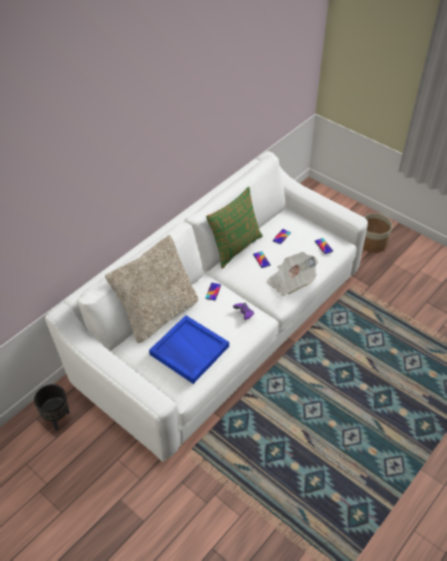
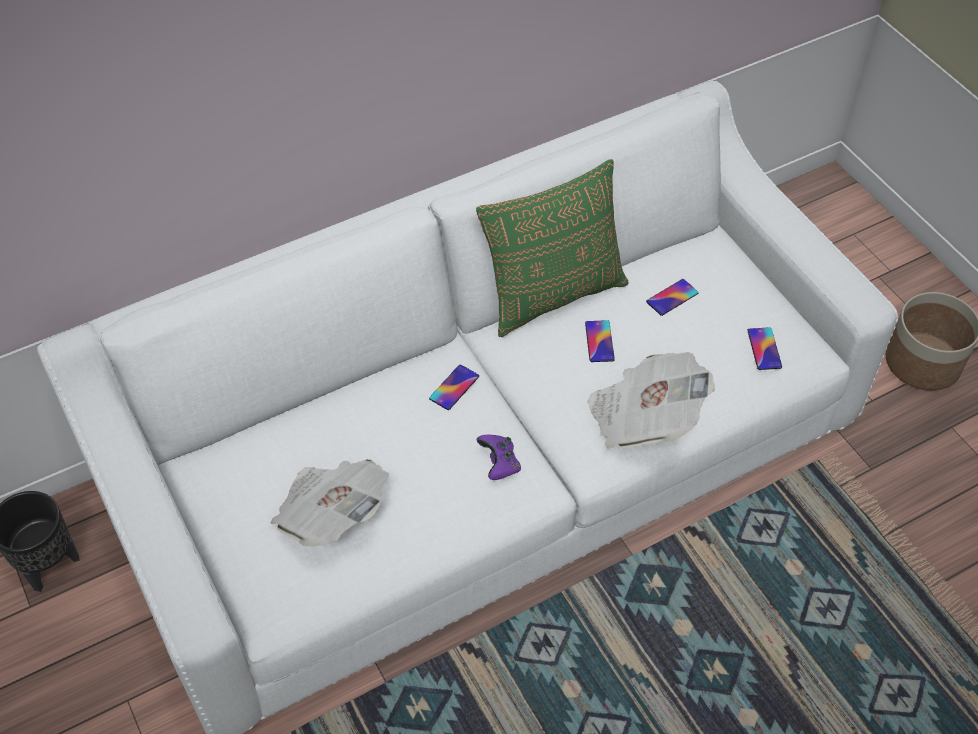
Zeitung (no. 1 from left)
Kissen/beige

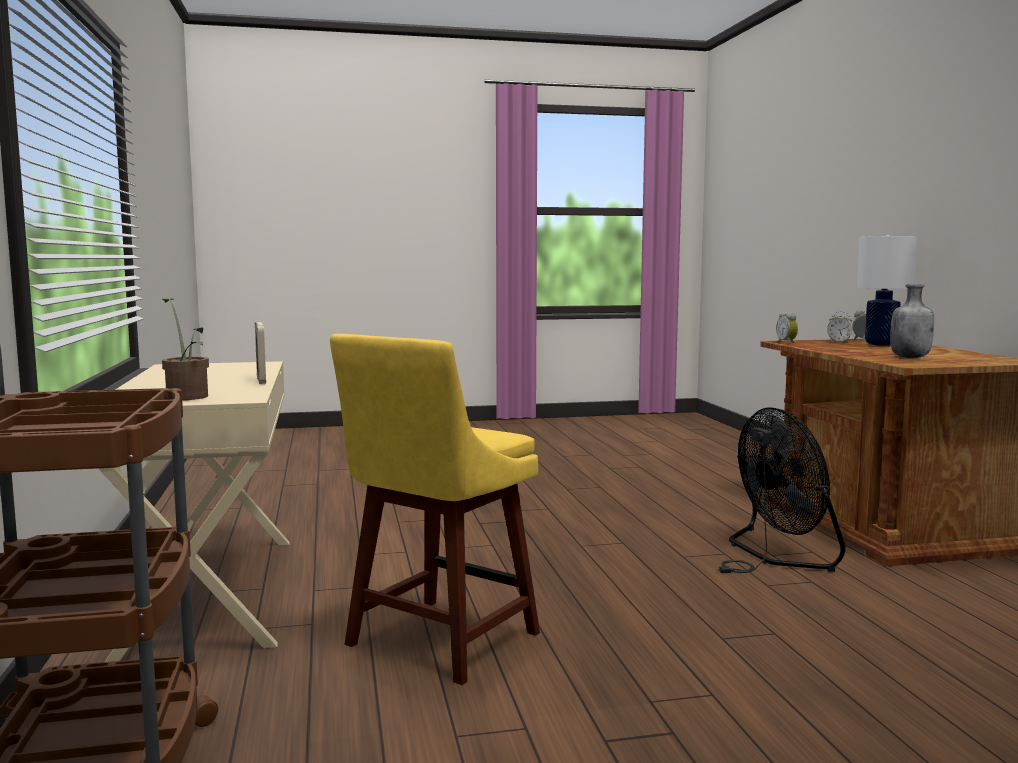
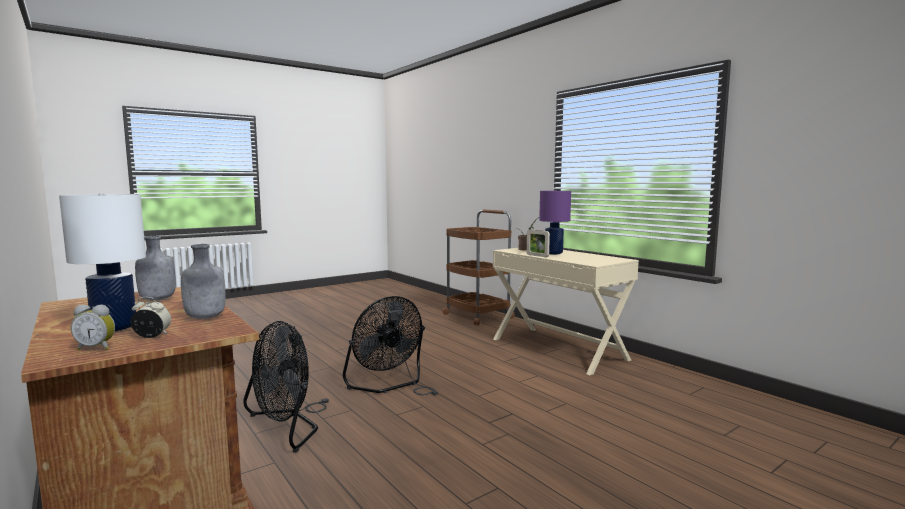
Flasche/grau (no. 2 from left)
Ventilator/schwarz (no. 2 from left)
Tischlampe/lila
Stuhl/gelb
Wecker (no. 1 from left in the first image)

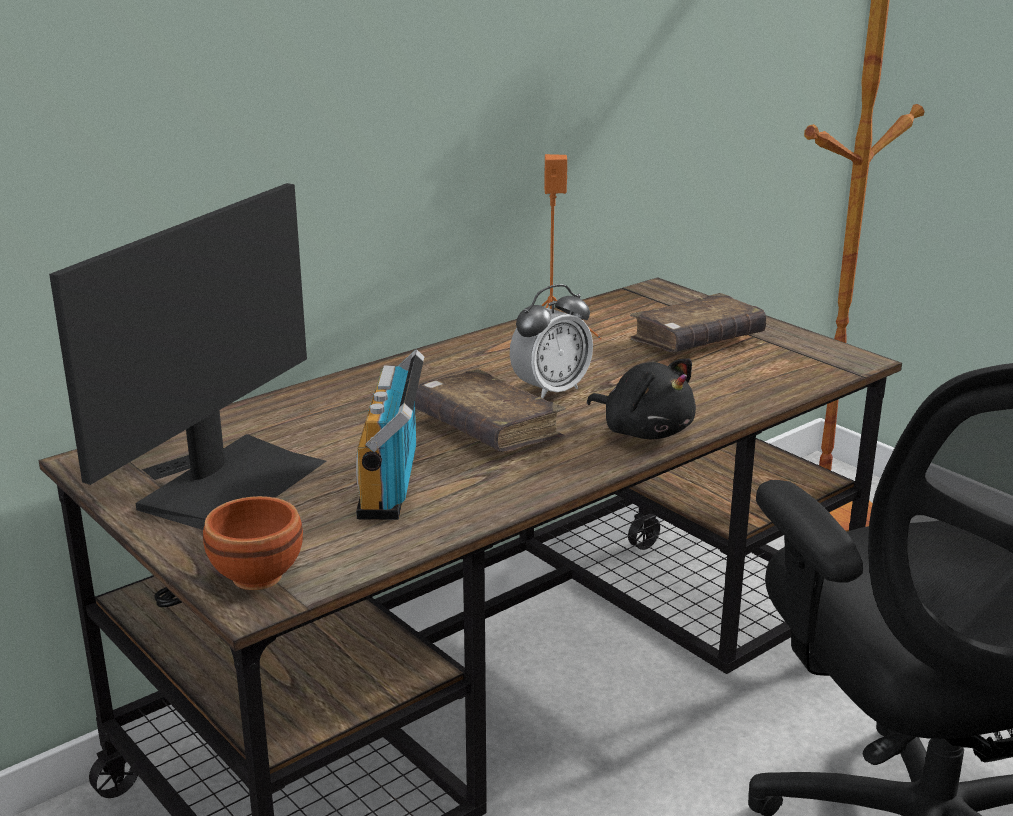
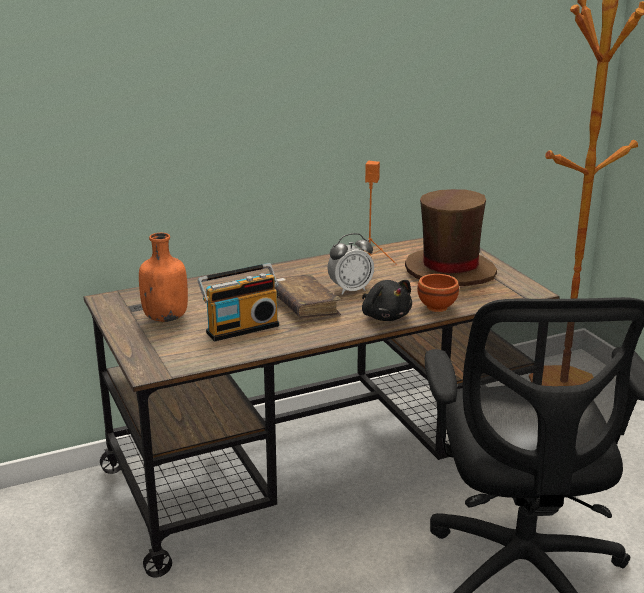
Flasche/orange
Radio
Hut/braun
Schüssel/braun

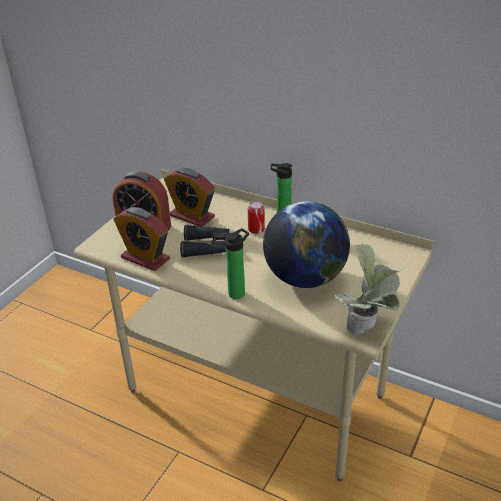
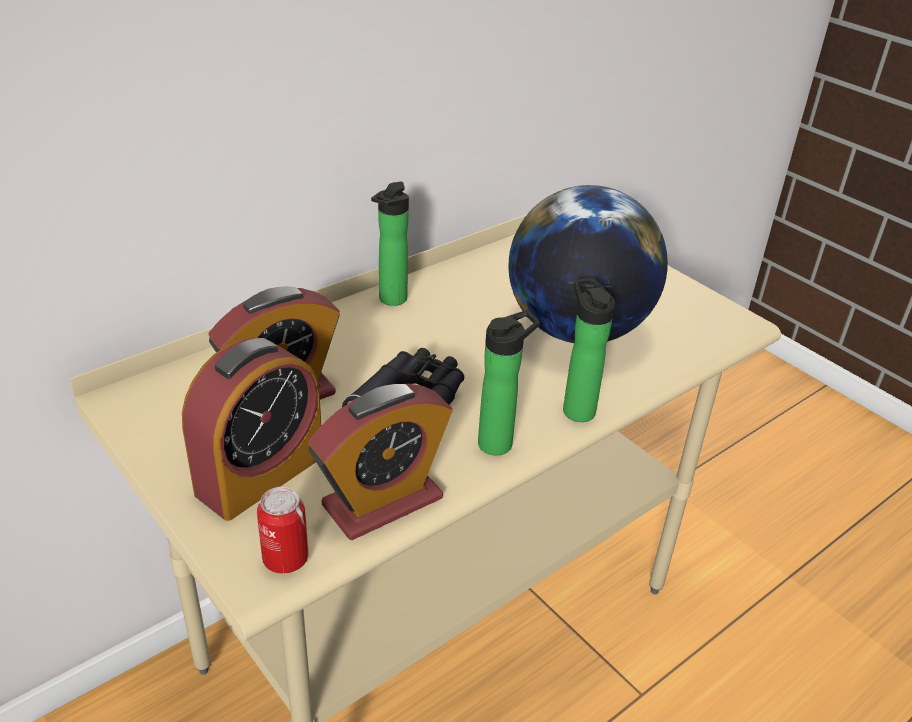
Dose
Flasche (no. 2 from left)
Topfpflanze

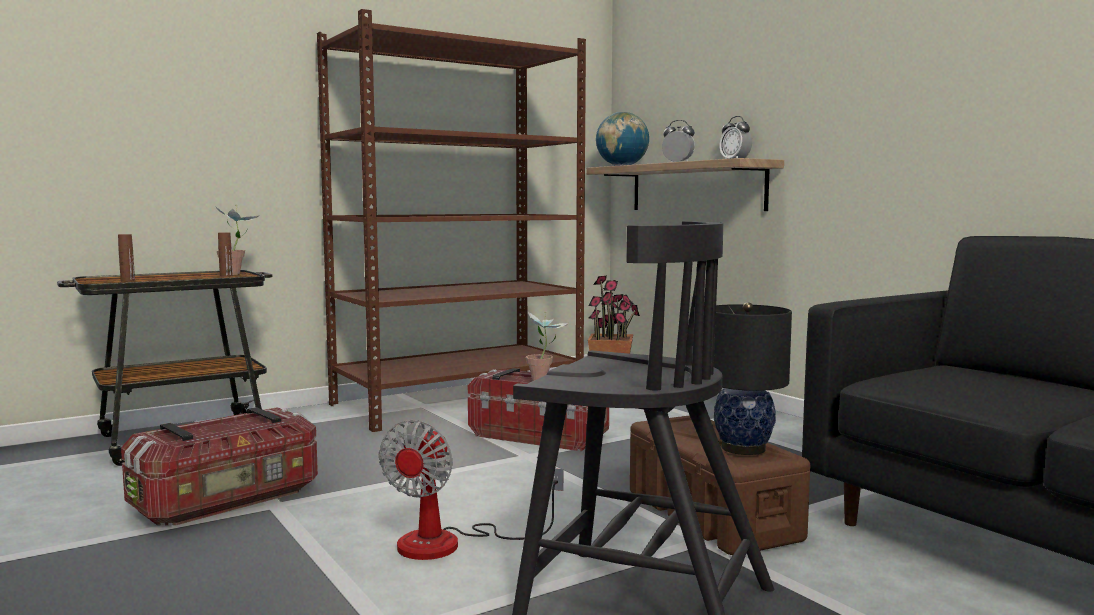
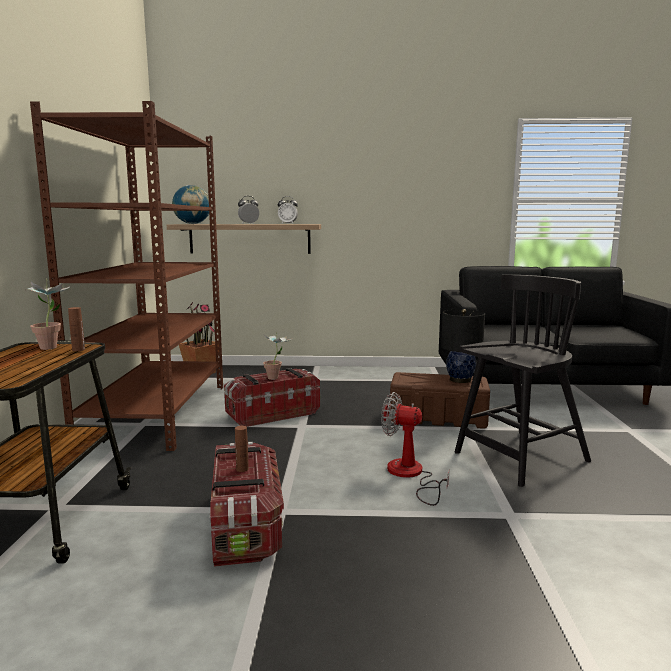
Flasche/braun (no. 2 from left)
Ventilator

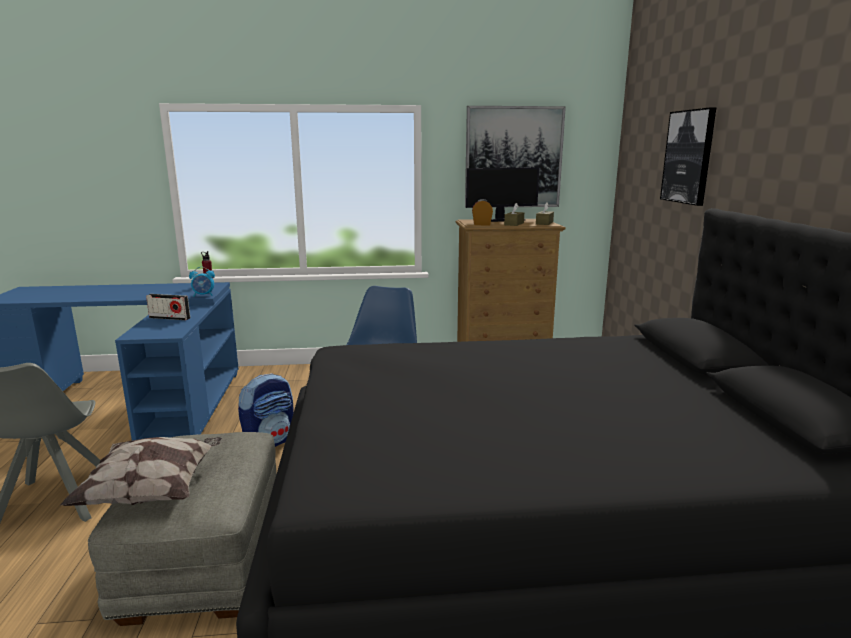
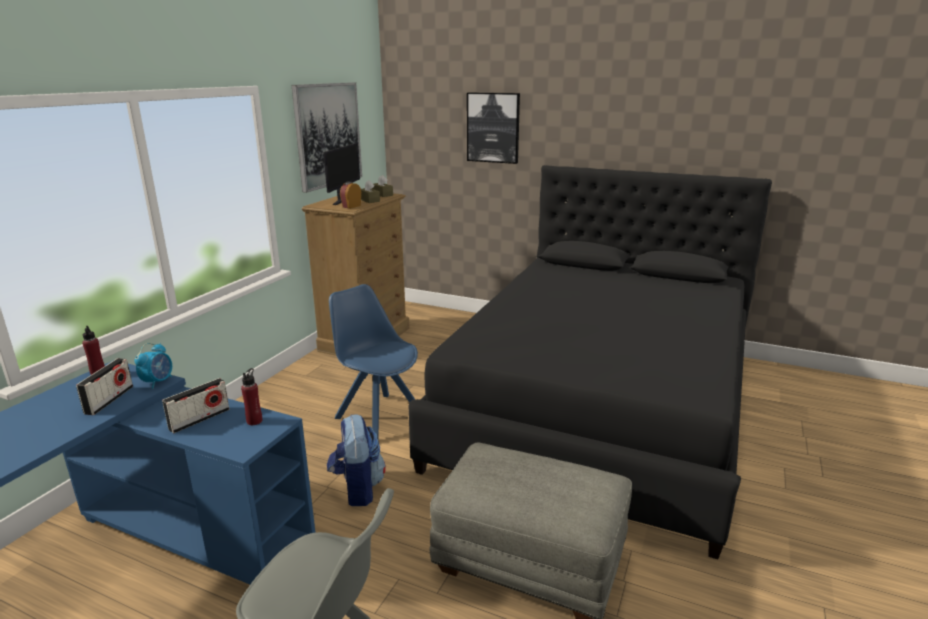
Radio (no. 1 from left)
Flasche/rot (no. 2 from left)
Kissen

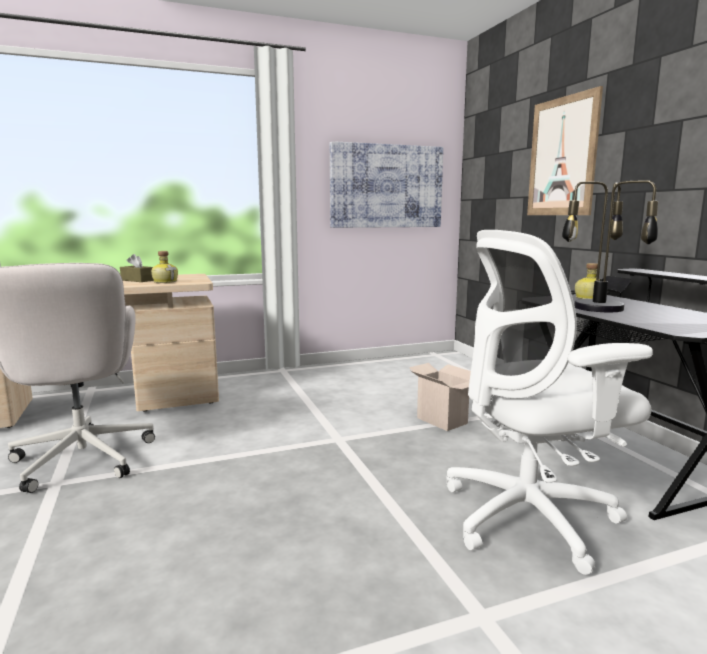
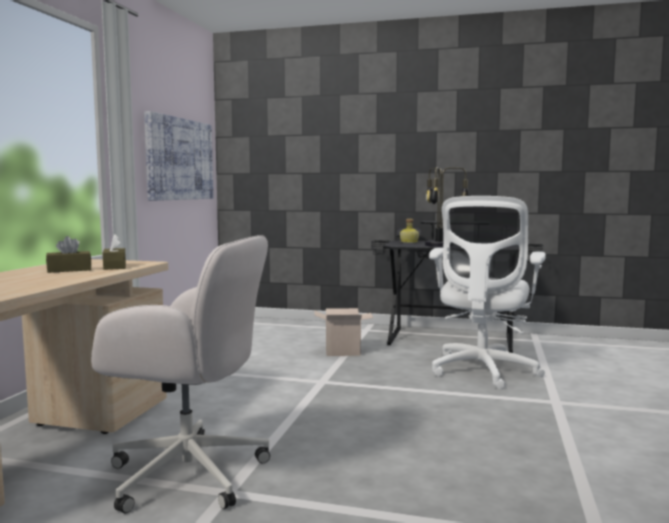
Taschentuchbox/braun (no. 2 from left)
Bild (no. 2 from left in the first image)

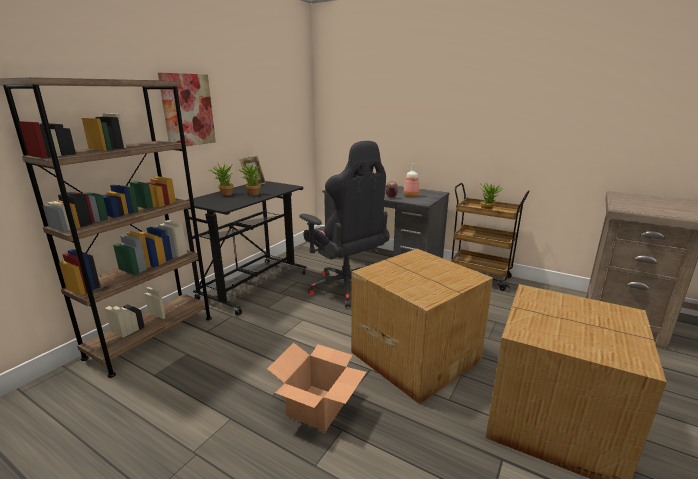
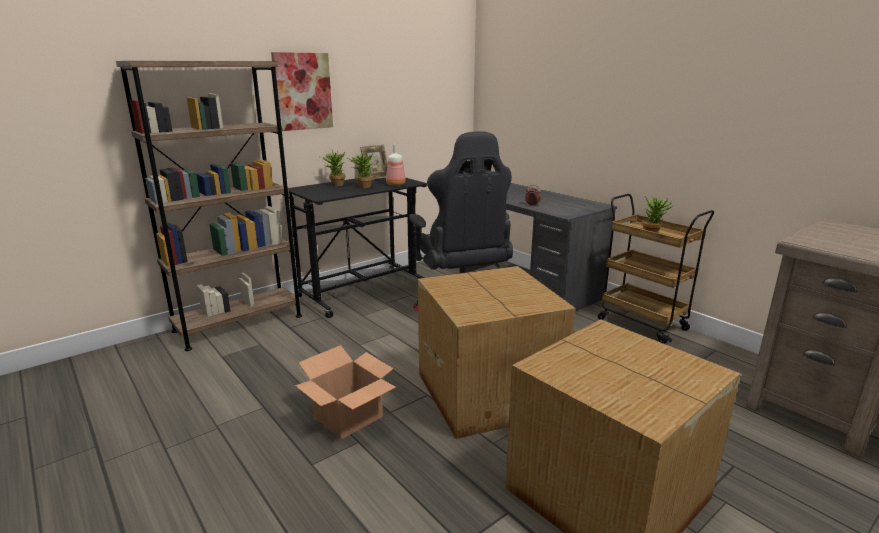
Flasche

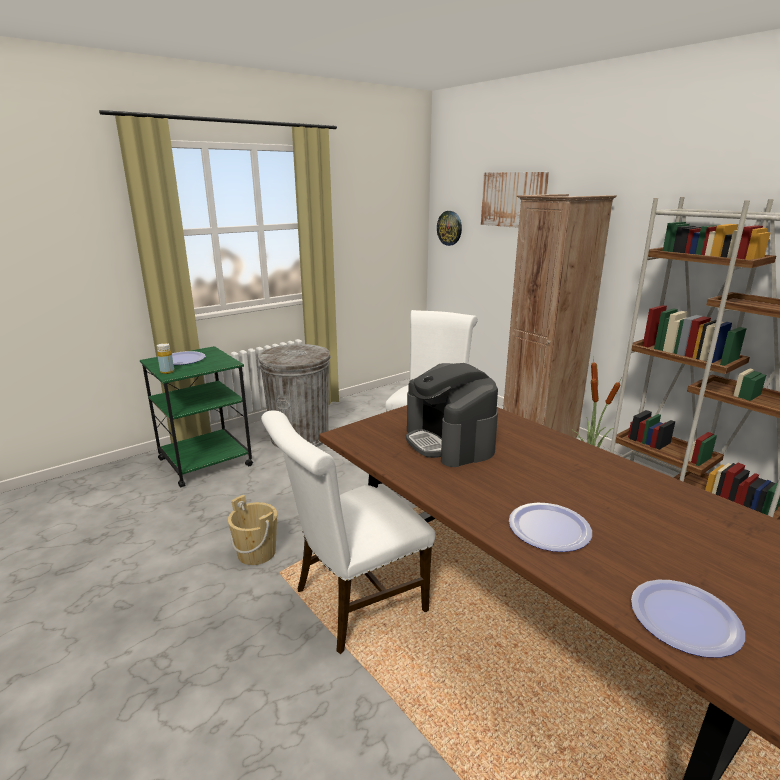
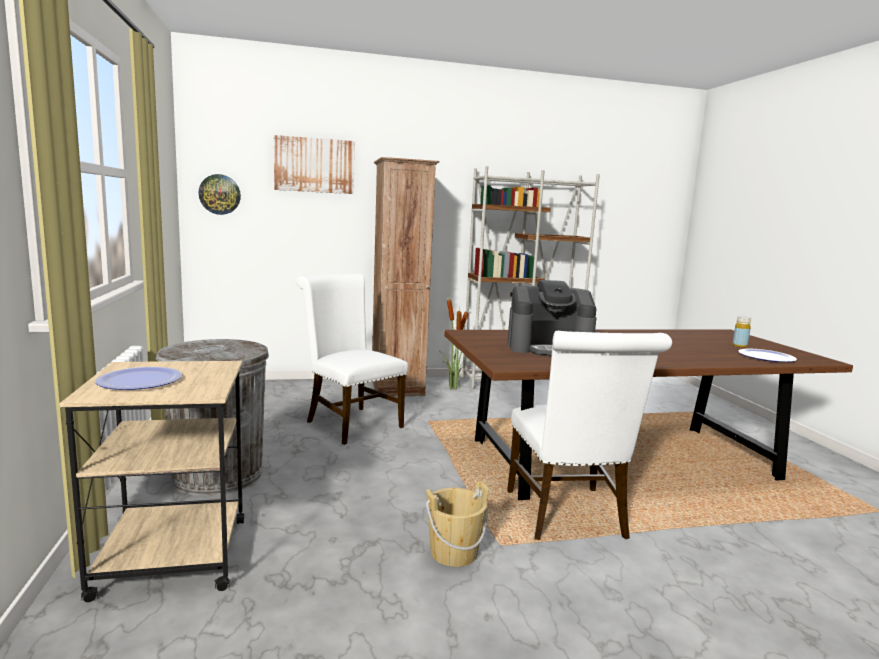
Rollwagen/beige
Flasche/gelb
Teller (no. 2 from left in the first image)

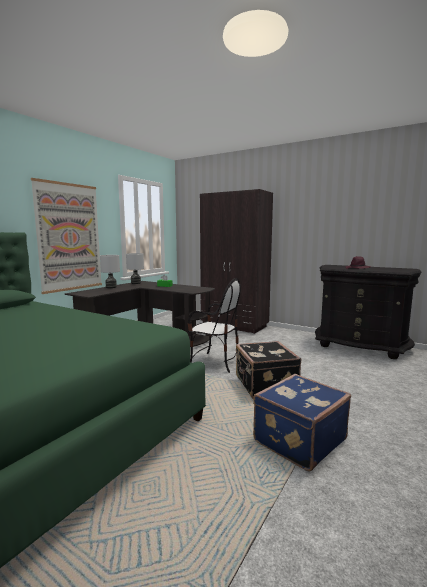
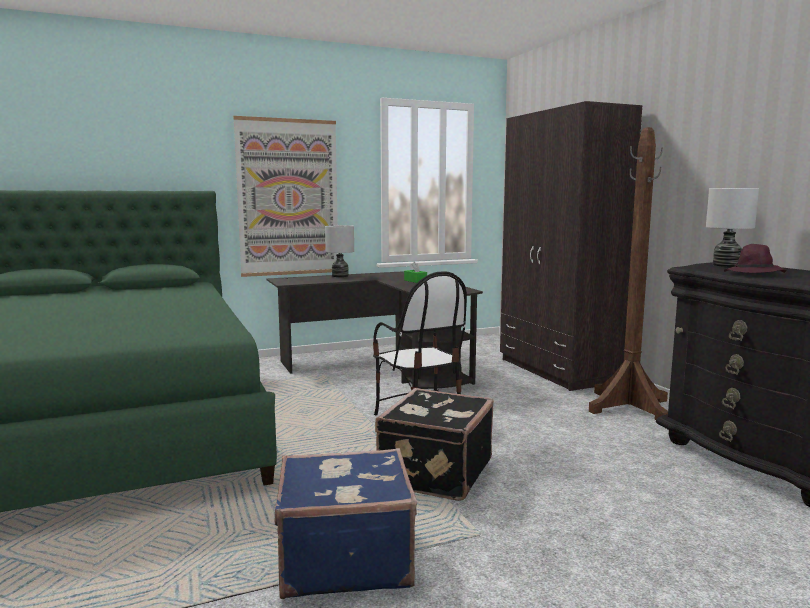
Kleiderständer/braun
Tischlampe/grau (no. 2 from left)

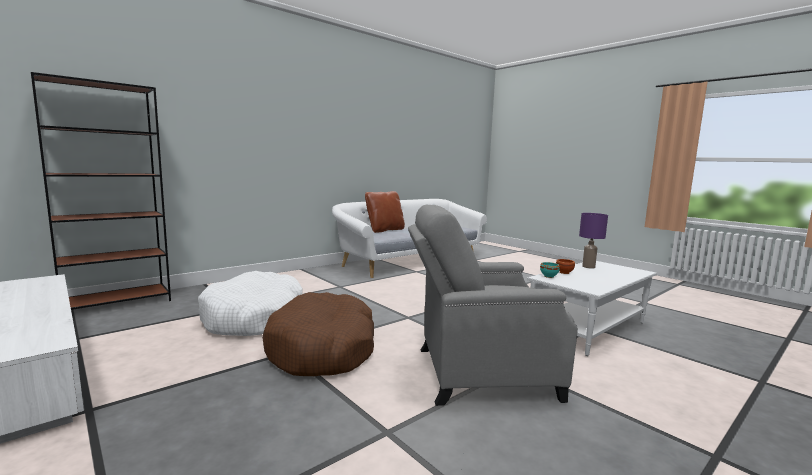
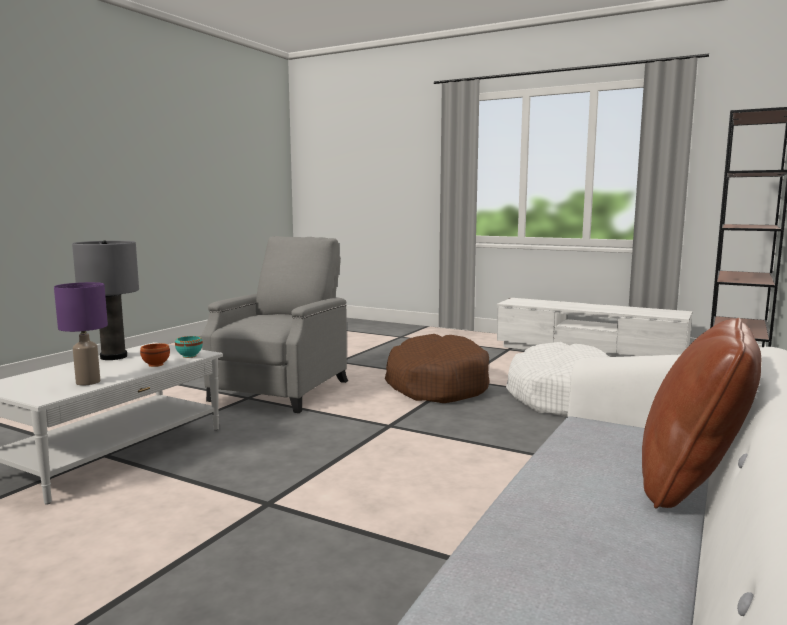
Tischlampe/grau
Sessel/grau

